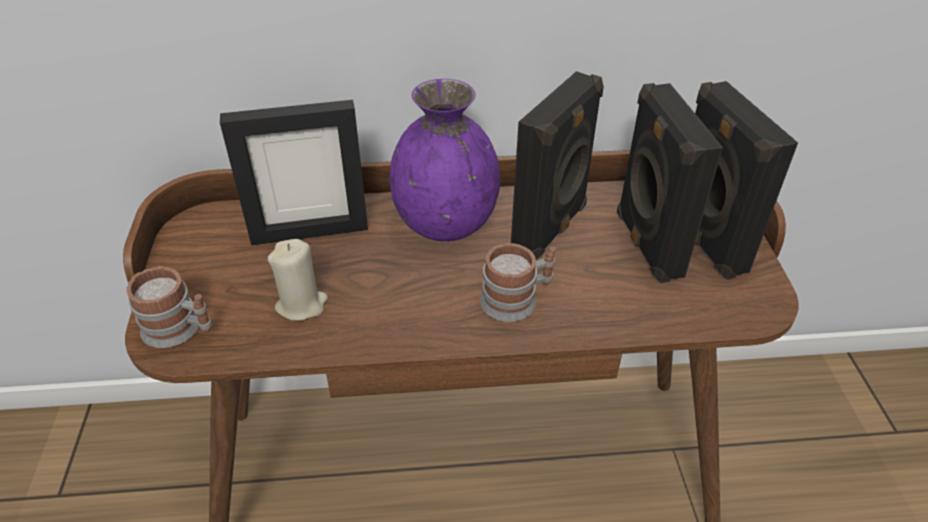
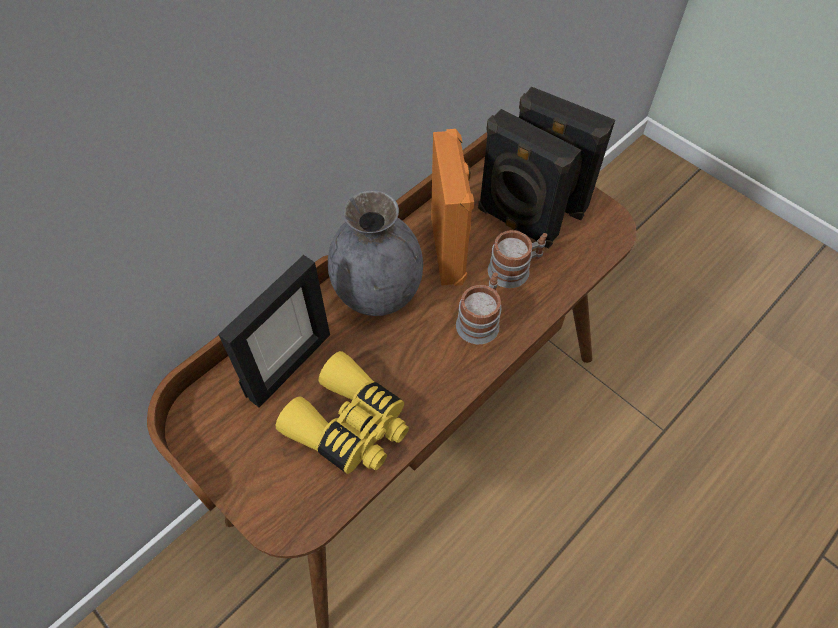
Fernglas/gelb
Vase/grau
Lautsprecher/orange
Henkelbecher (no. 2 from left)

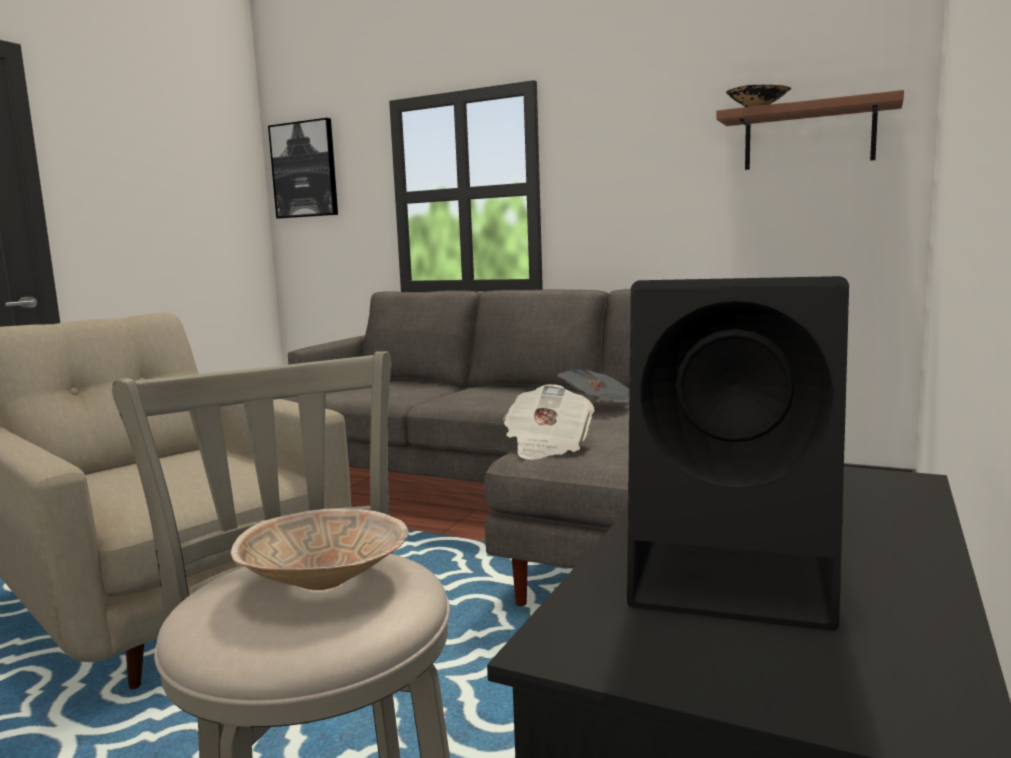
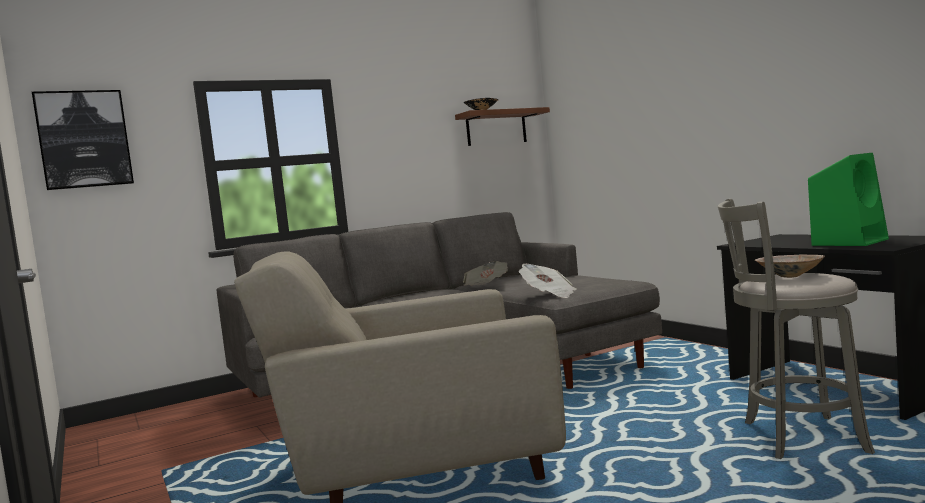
Lautsprecher/grün

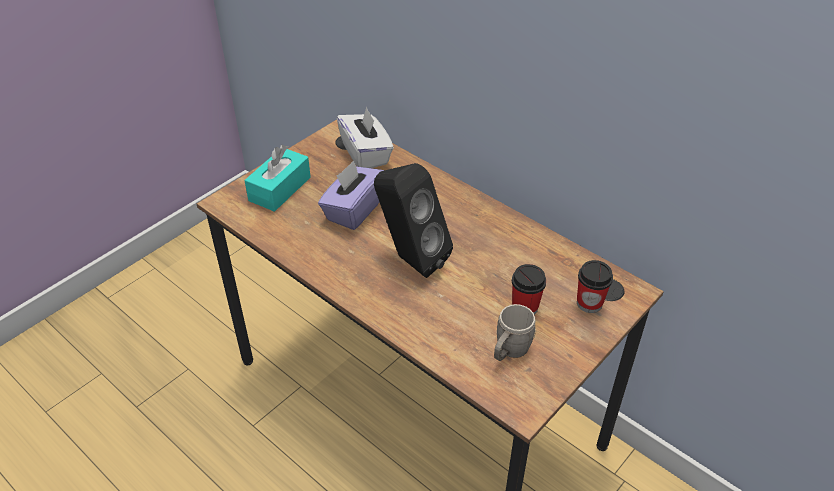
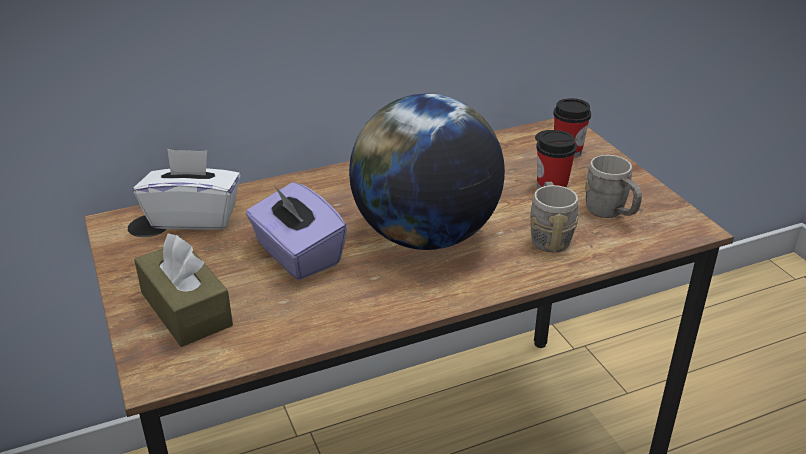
Taschentuchbox/braun
Globus
Henkelbecher/grau (no. 1 from left)

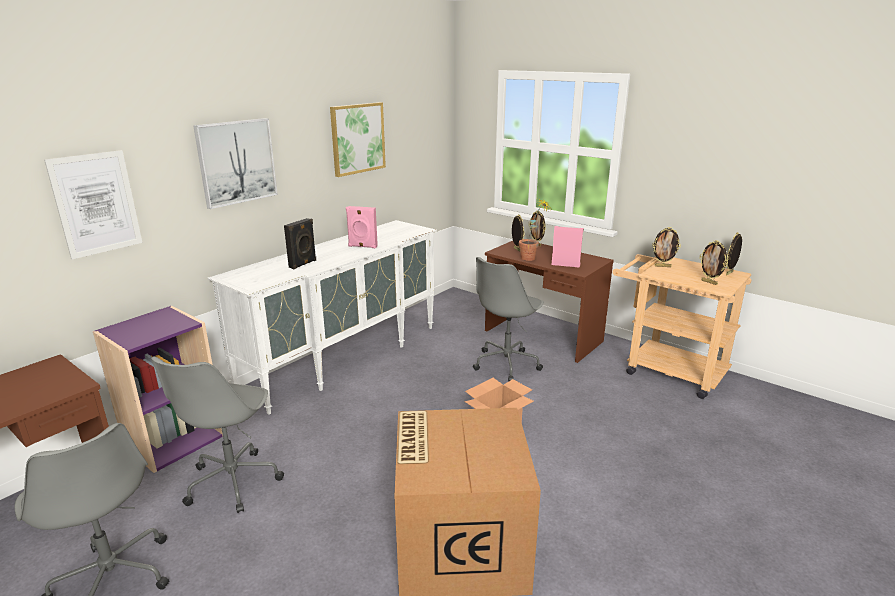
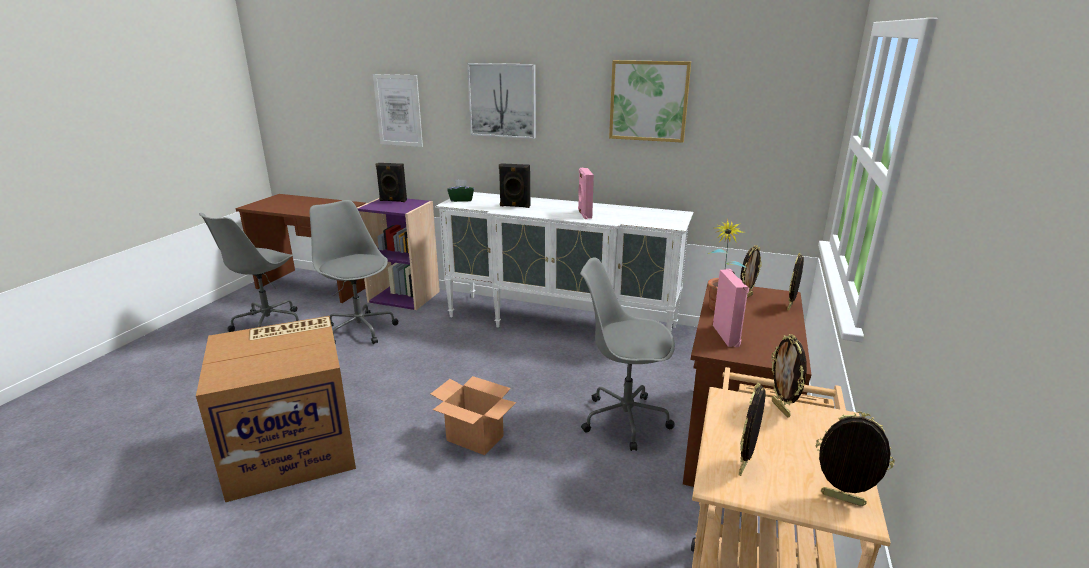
Bürostuhl/grau (no. 2 from left)
Lautsprecher/schwarz (no. 1 from left)
Taschentuchbox/grün

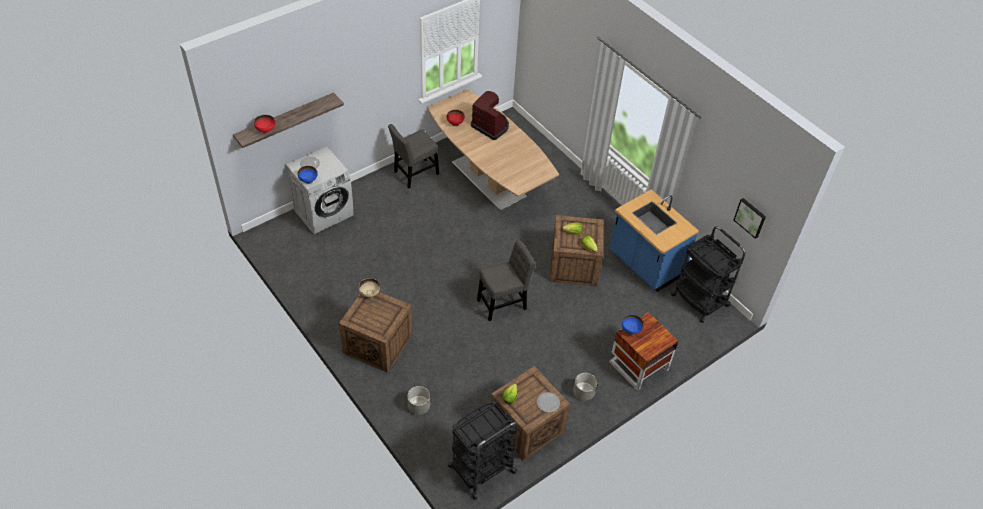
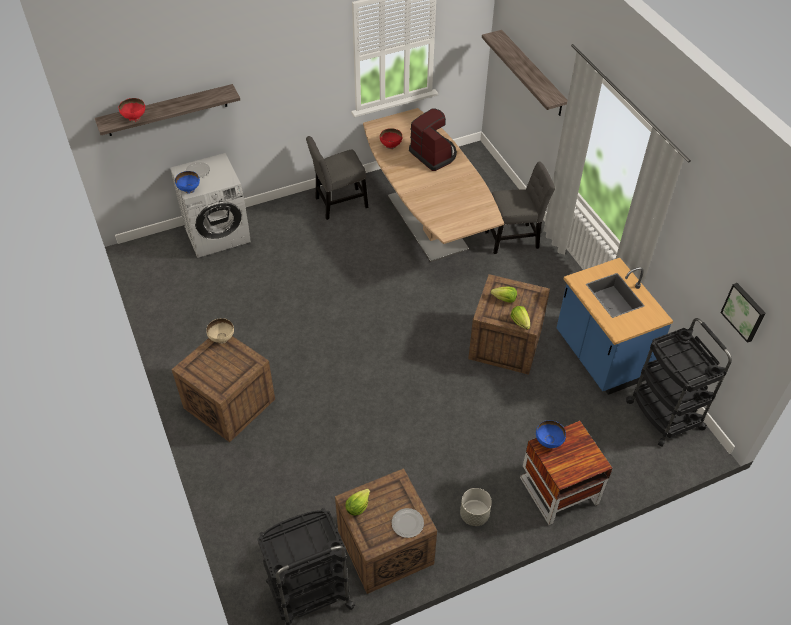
Wandregal (no. 2 from left)
Stuhl/grau (no. 2 from left)
Pflanzkübel/grau (no. 1 from left in the first image)

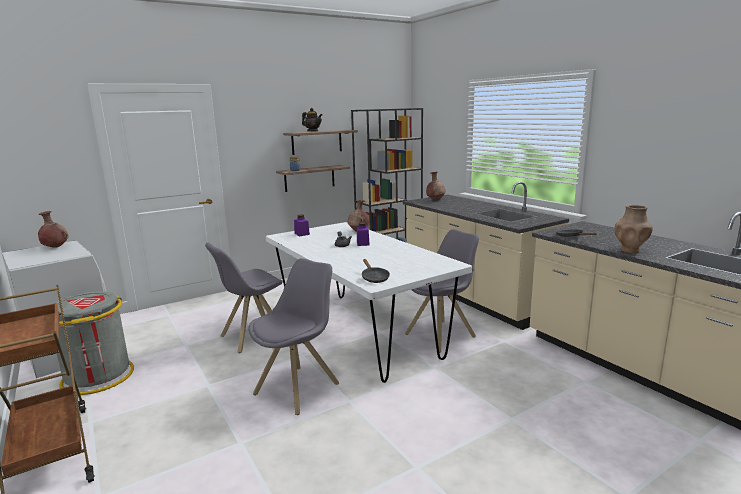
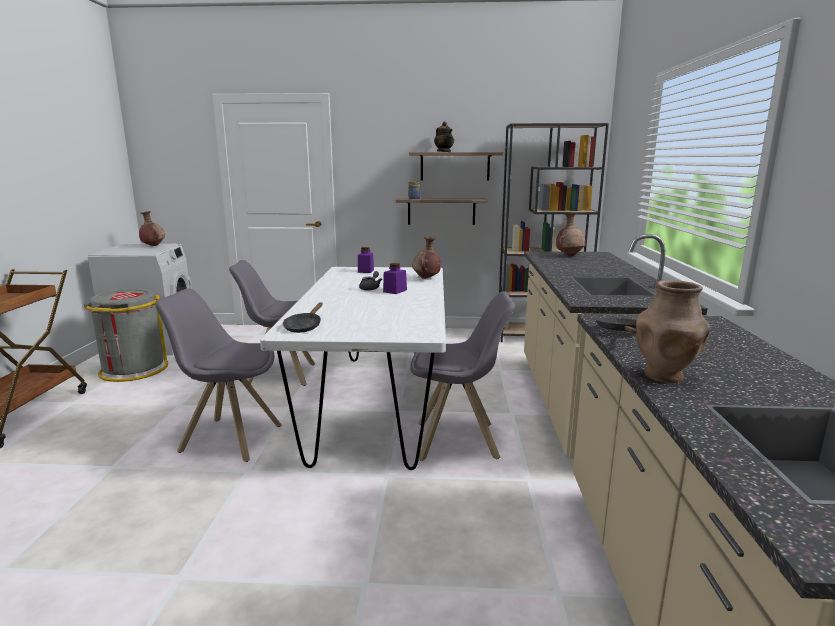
Stuhl/grau (no. 1 from left)

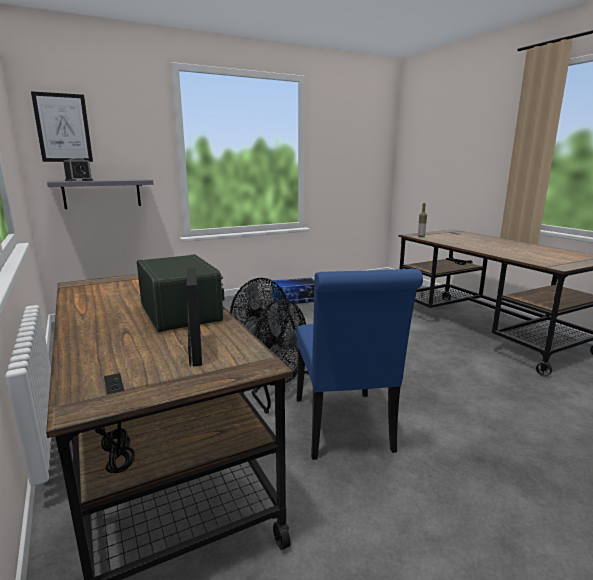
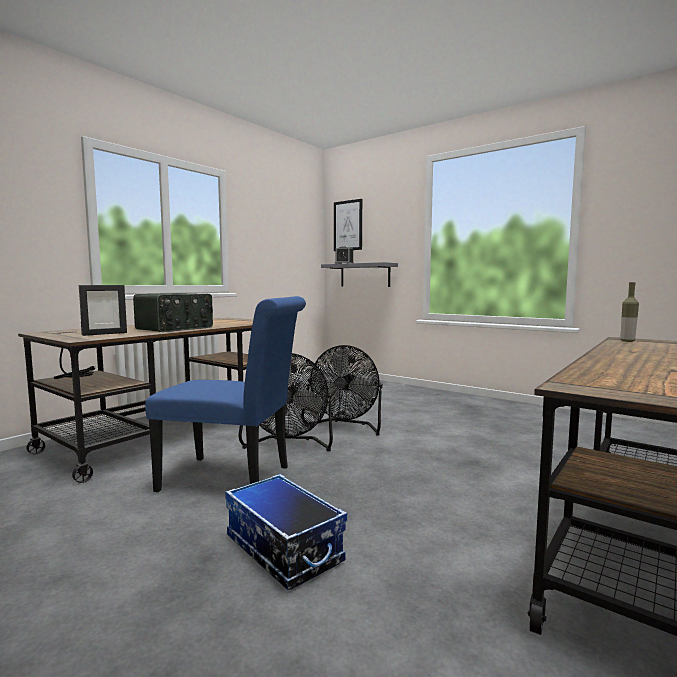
Stuhl/blau
Aufbewahrungsbox

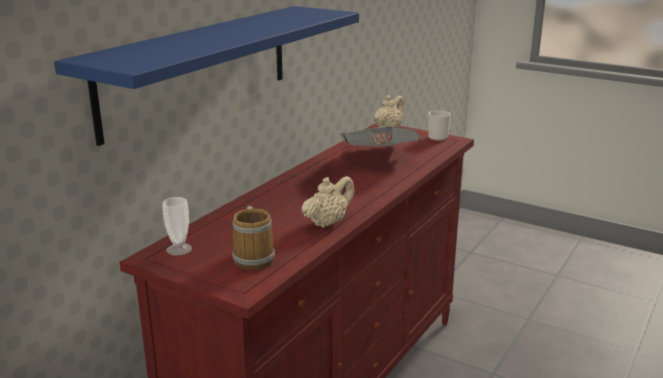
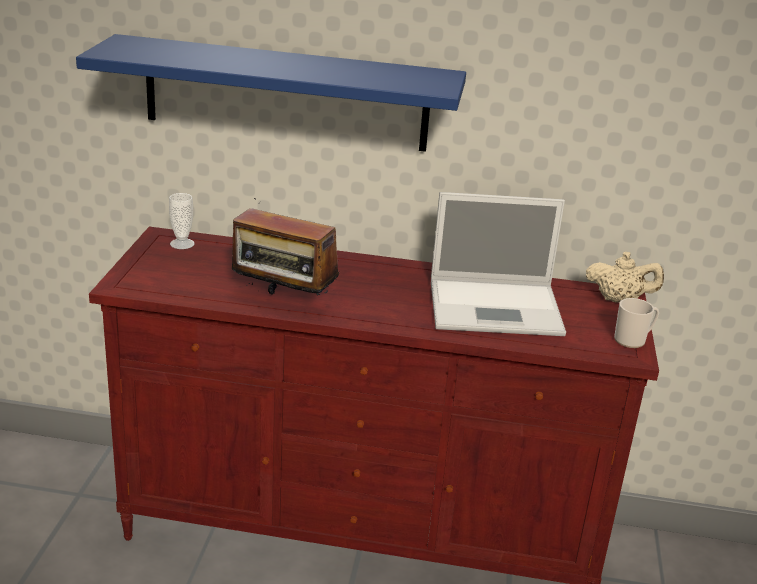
Radio
Laptop
Henkelbecher (no. 1 from left in the first image)

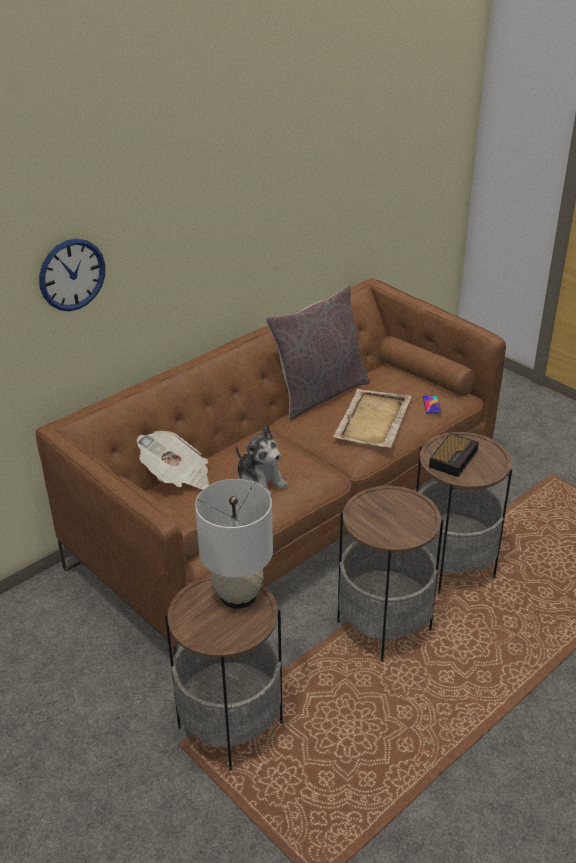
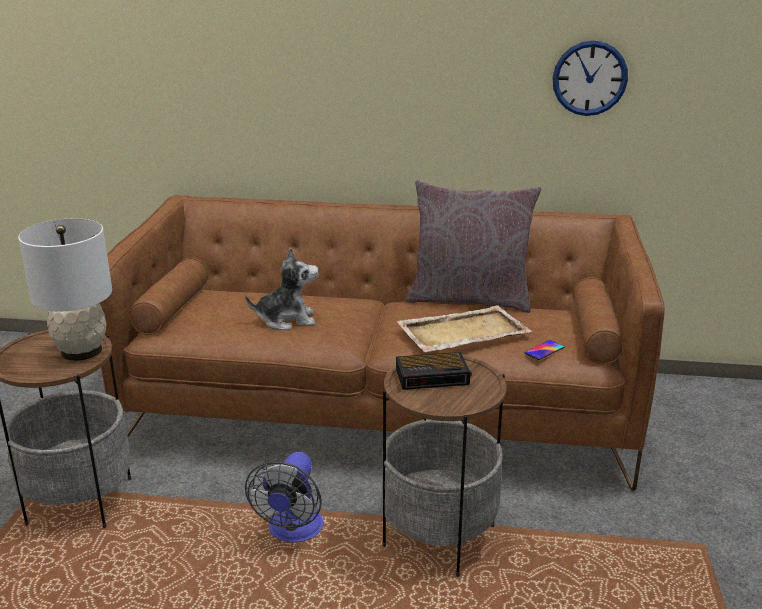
Plüschtier
Ventilator
Wanduhr
Zeitung

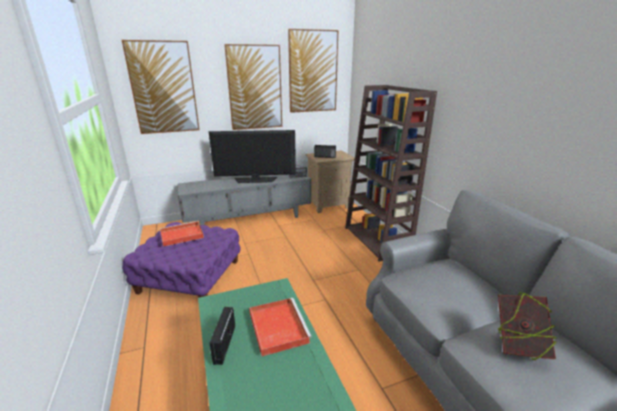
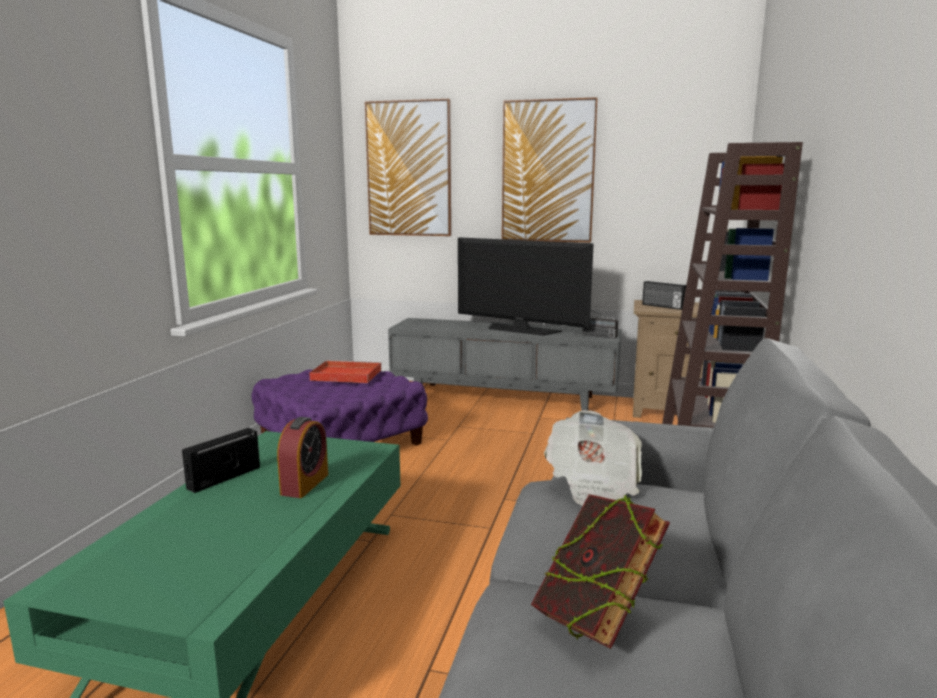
Wecker
Zeitung
Bild (no. 3 from left in the first image)

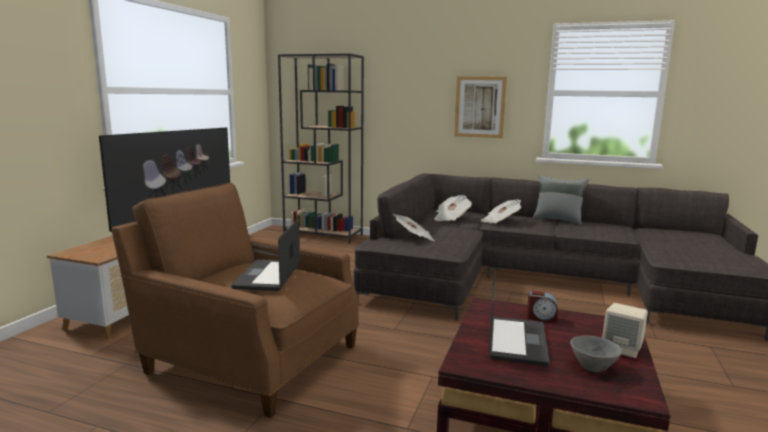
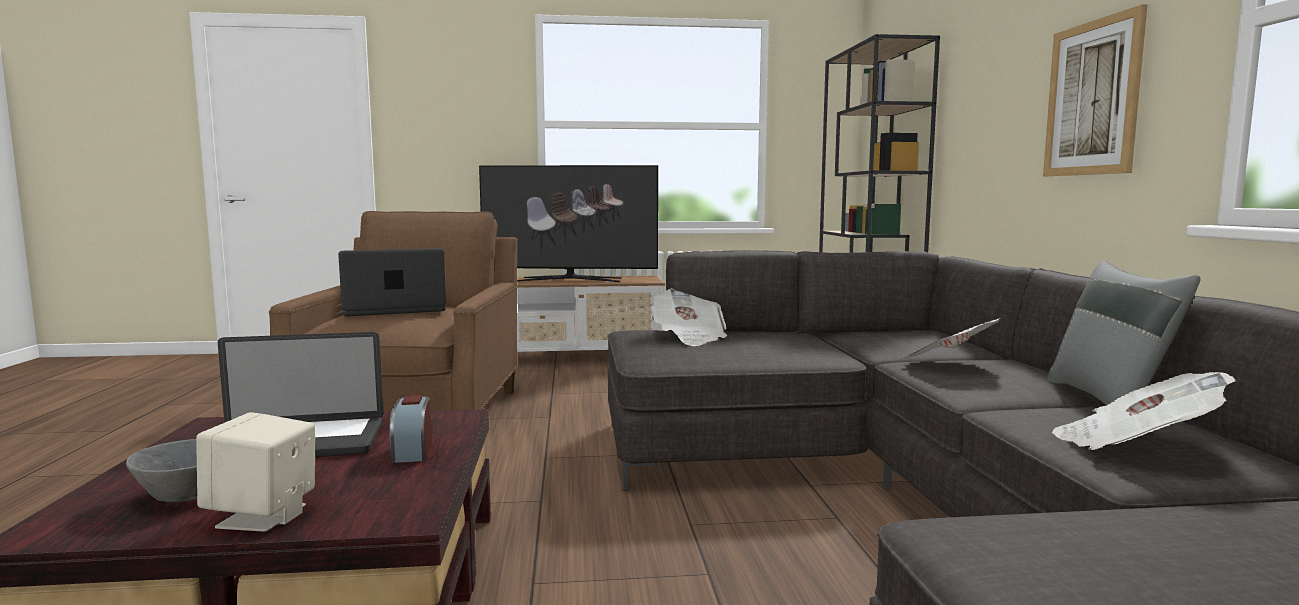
Zeitung (no. 3 from left)

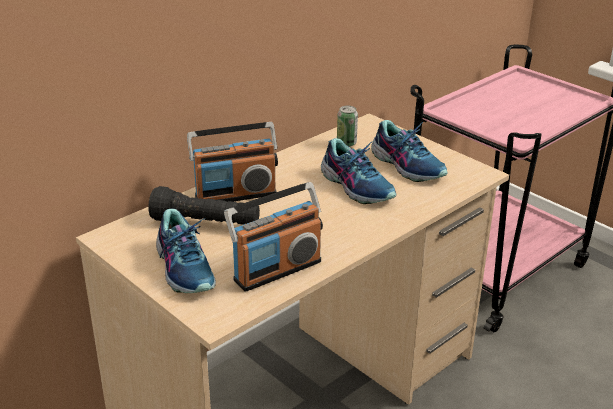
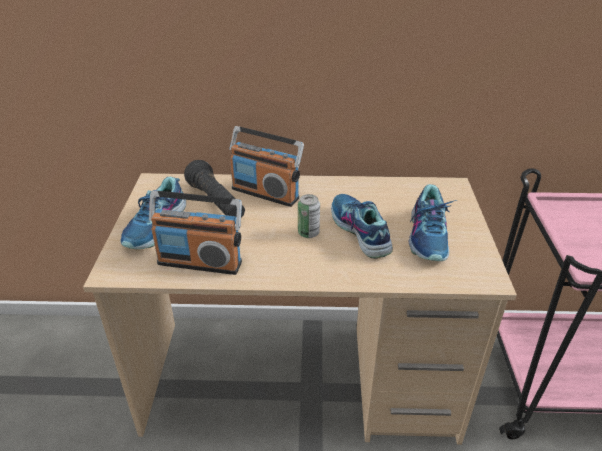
Dose
Schuh (no. 2 from left)

